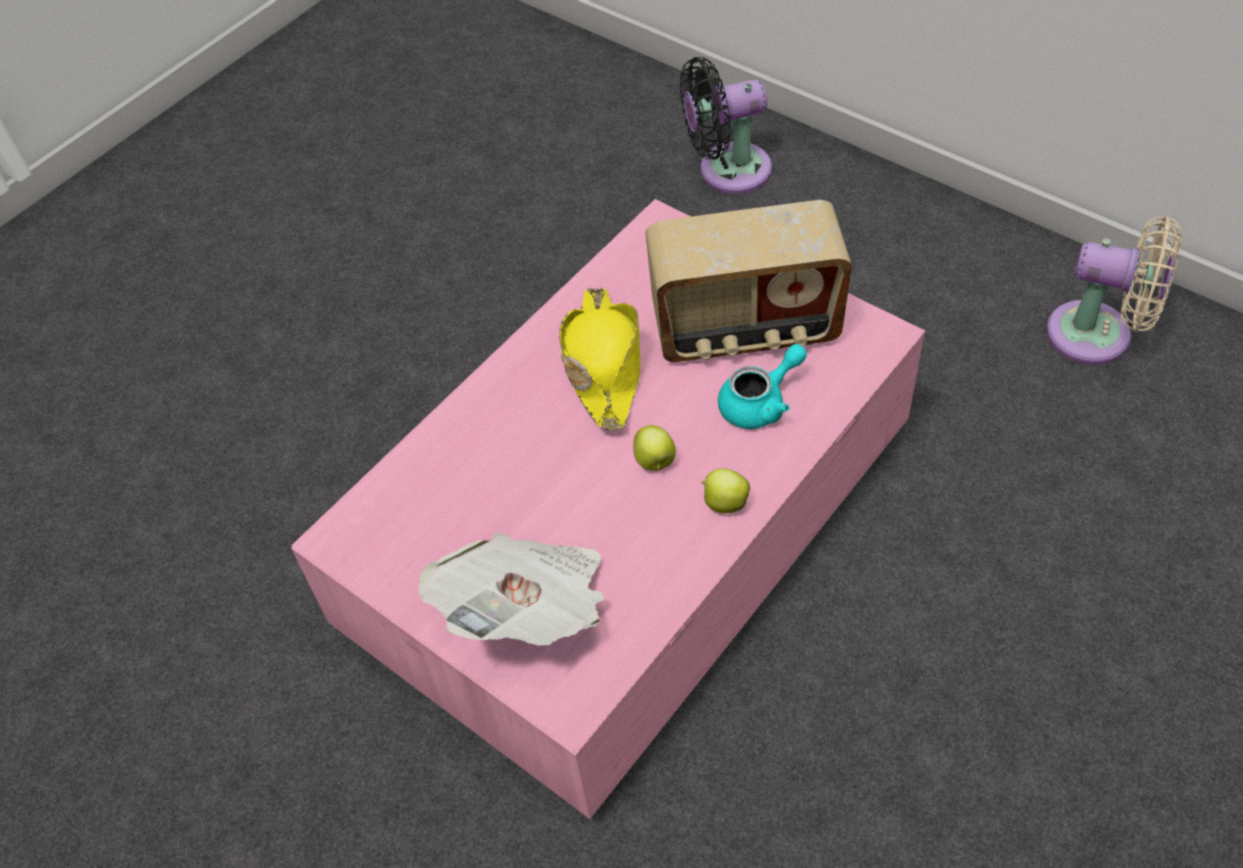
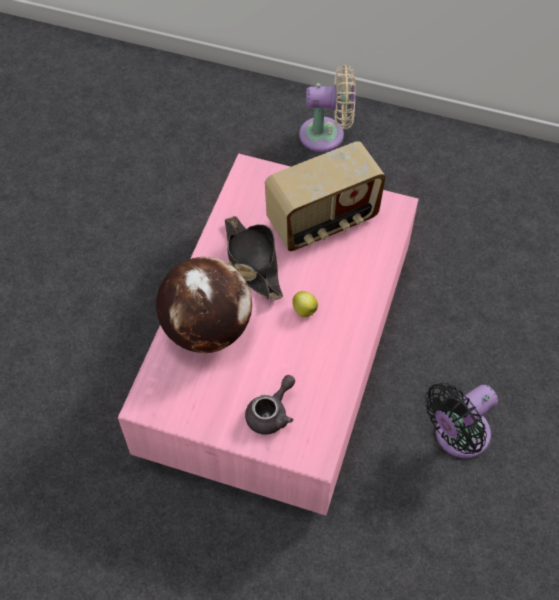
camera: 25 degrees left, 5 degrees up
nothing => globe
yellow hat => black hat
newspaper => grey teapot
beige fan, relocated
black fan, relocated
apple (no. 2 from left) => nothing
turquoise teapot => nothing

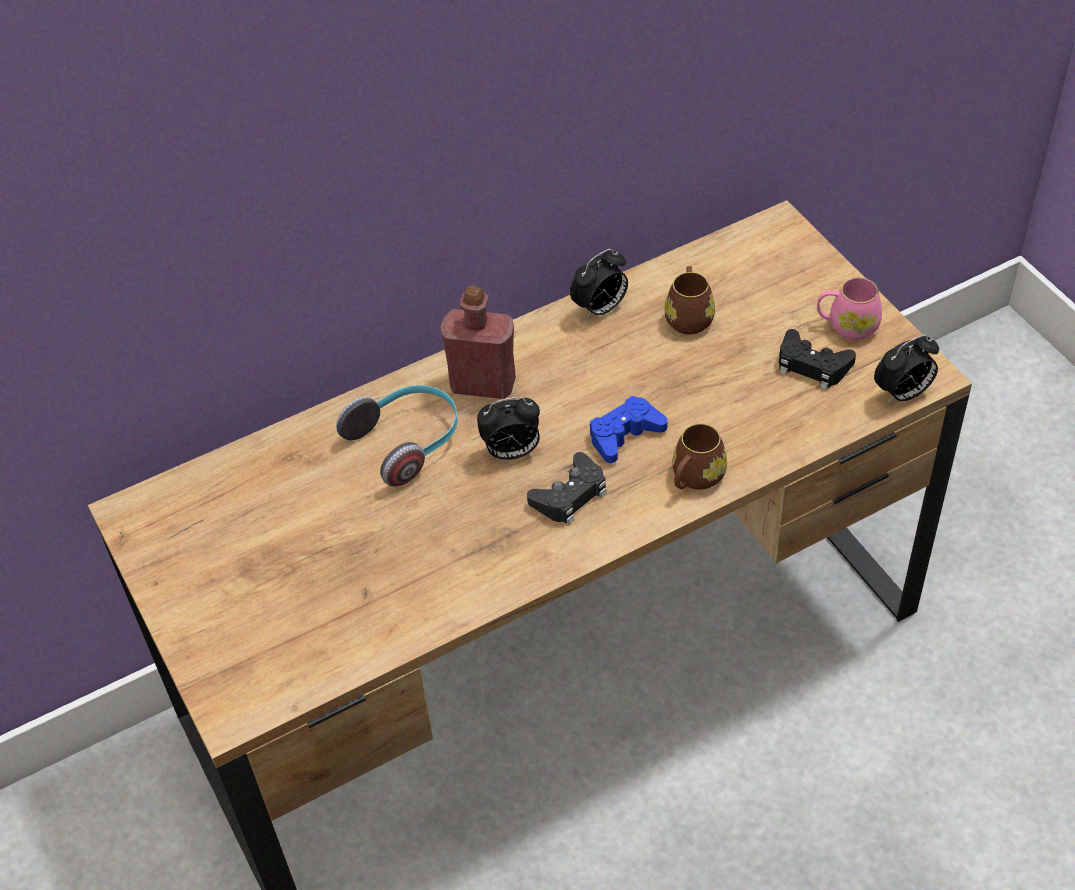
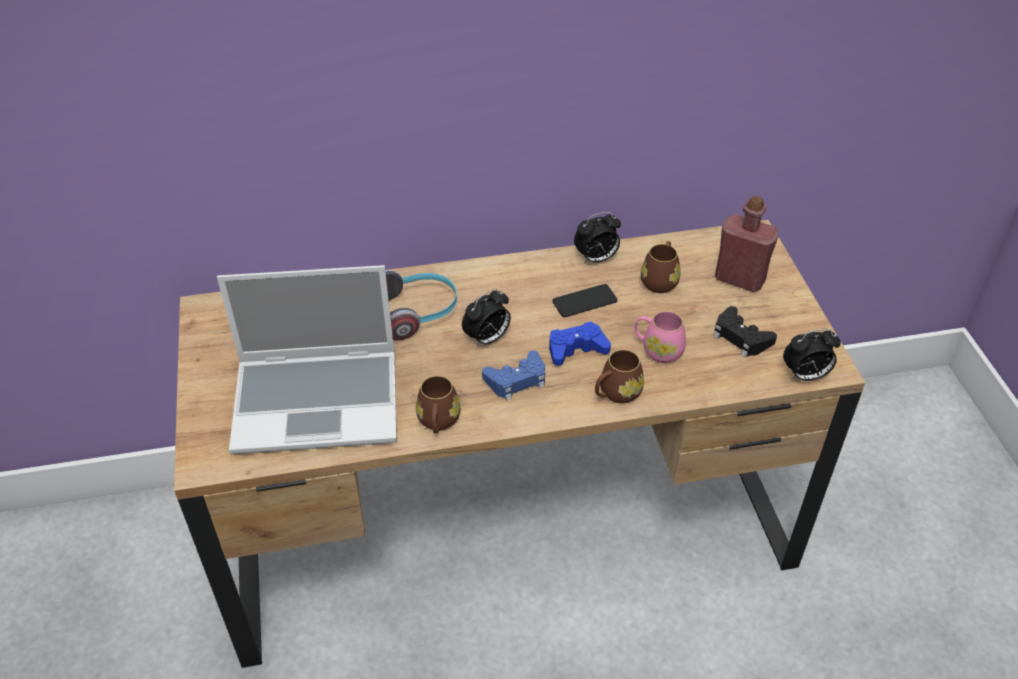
camera: 15 degrees right, 5 degrees down
nothing => laptop
nothing => brown mug (no. 1 from left)
alarm clock (no. 1 from left), 45 degrees counterclockwise
black game controller (no. 1 from left) => blue game controller (no. 1 from left)
nothing => phone
pink mug, relocated
red bottle, relocated

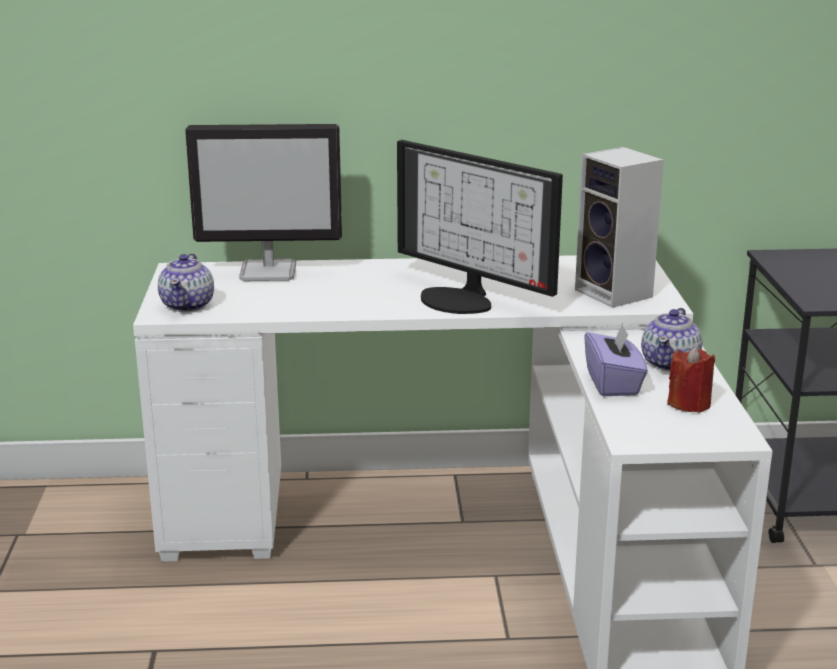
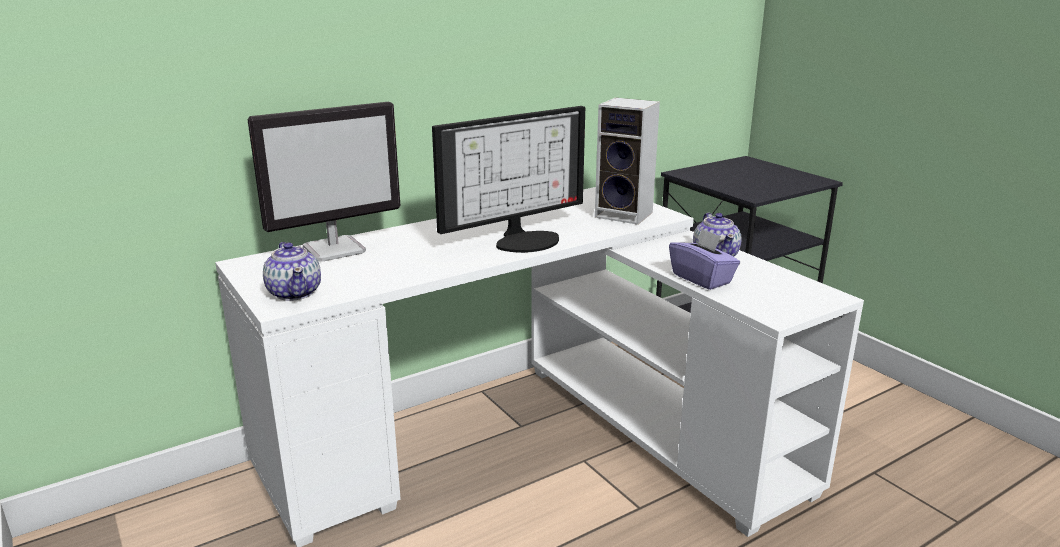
camera: 30 degrees left, 0 degrees up
monitor (no. 2 from left), 45 degrees counterclockwise
red candle => nothing

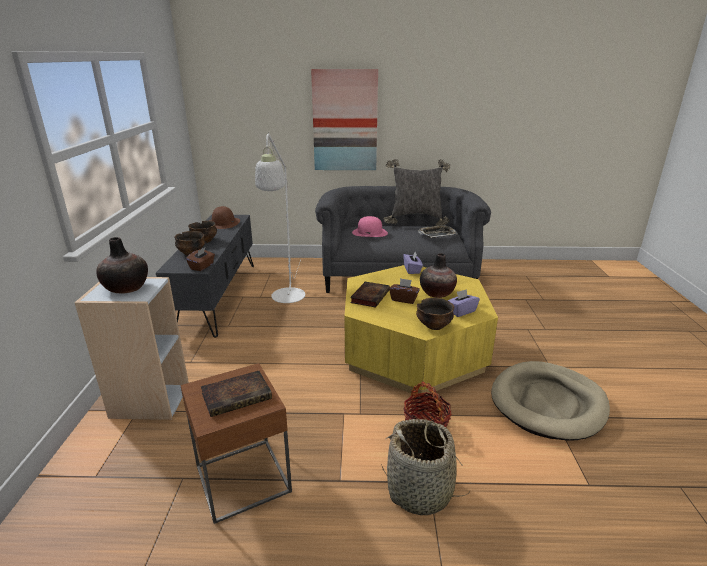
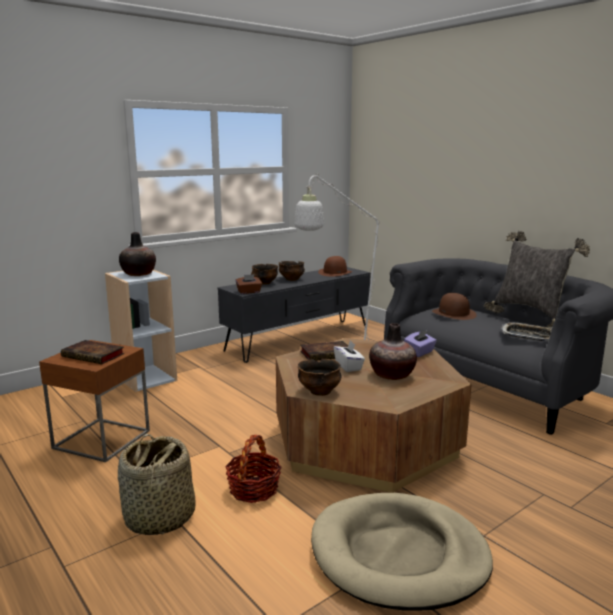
camera: 50 degrees right, 10 degrees down
yellow coffee table => brown coffee table
brown tissue box (no. 2 from left) => white tissue box
pink hat => brown hat (no. 2 from left)
picture => nothing
purple tissue box (no. 2 from left) => nothing

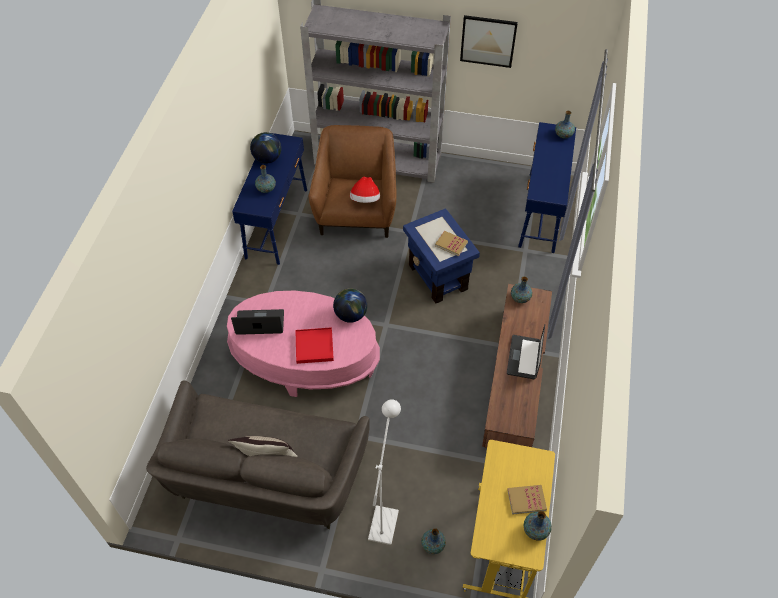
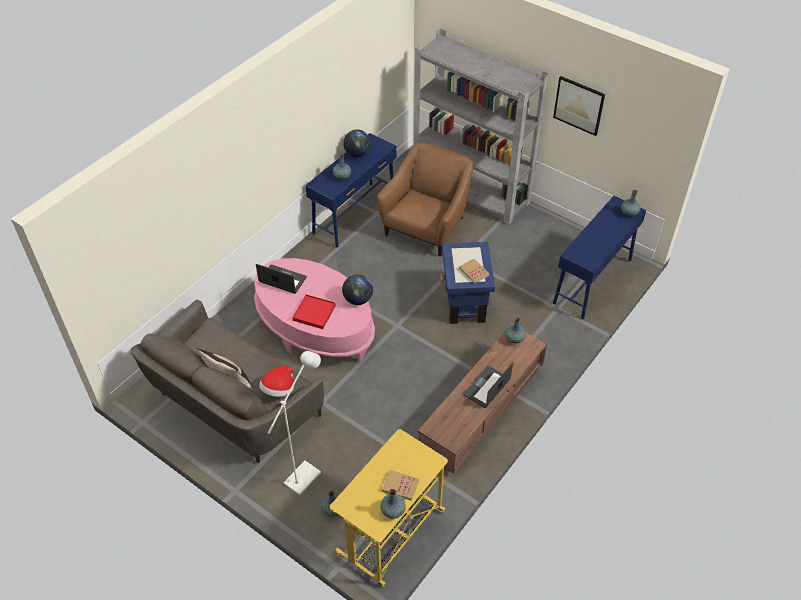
camera: 25 degrees right, 5 degrees down
hat, relocated

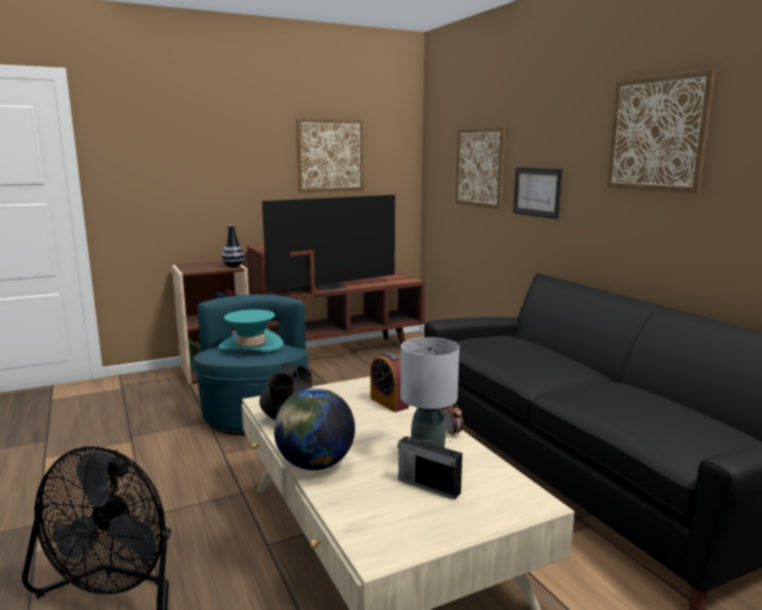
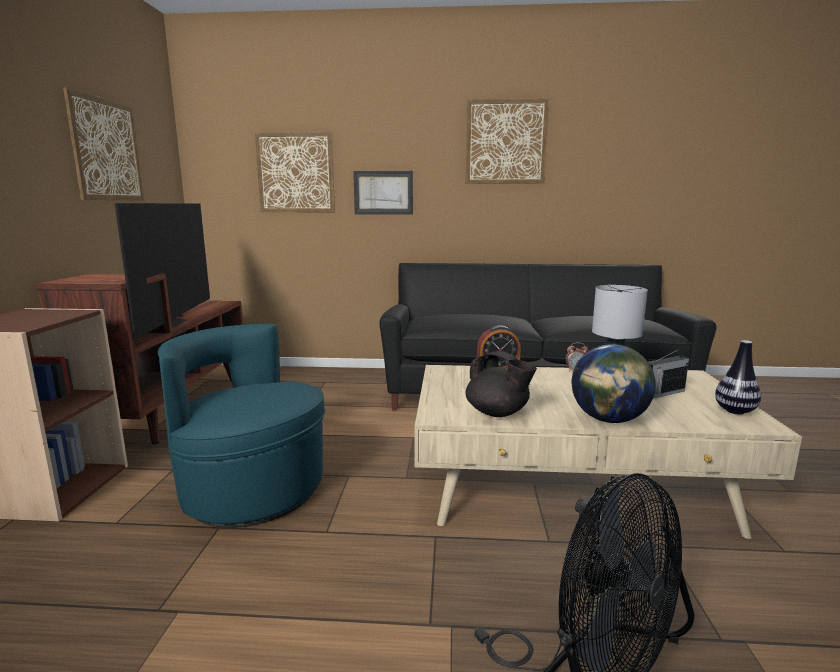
camera: 60 degrees left, 0 degrees up
vase, relocated
turquoise hat => nothing

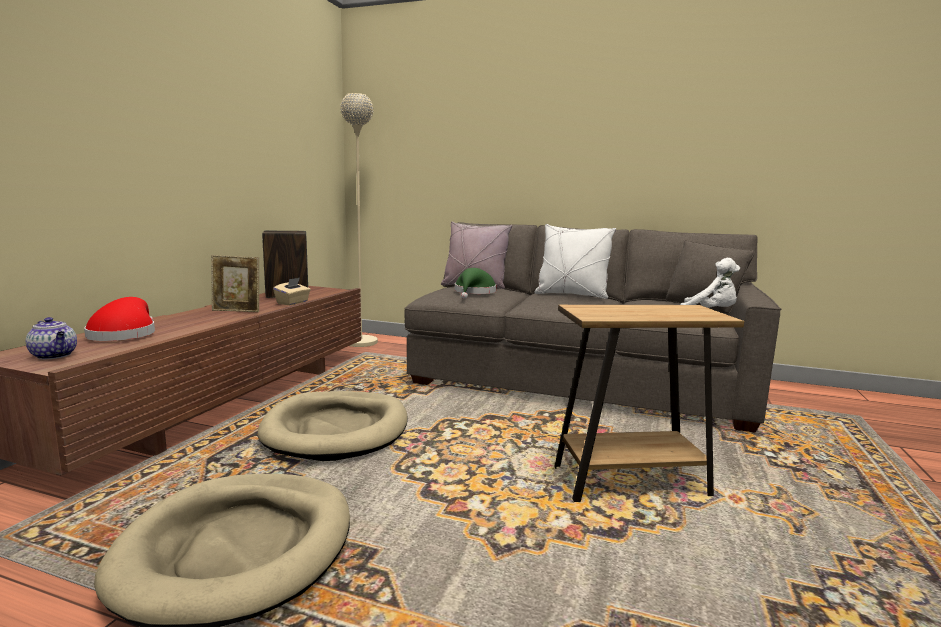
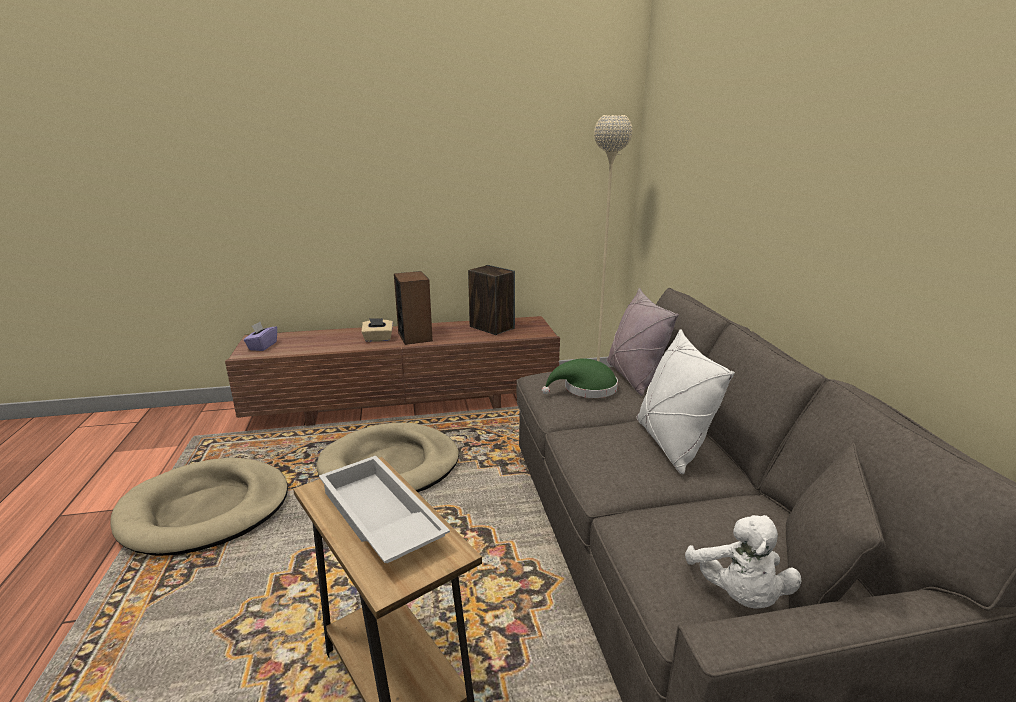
camera: 60 degrees right, 10 degrees up
teapot => purple tissue box
nothing => white tray
beige tissue box, relocated
picture frame => speaker (no. 1 from left)
red hat => nothing

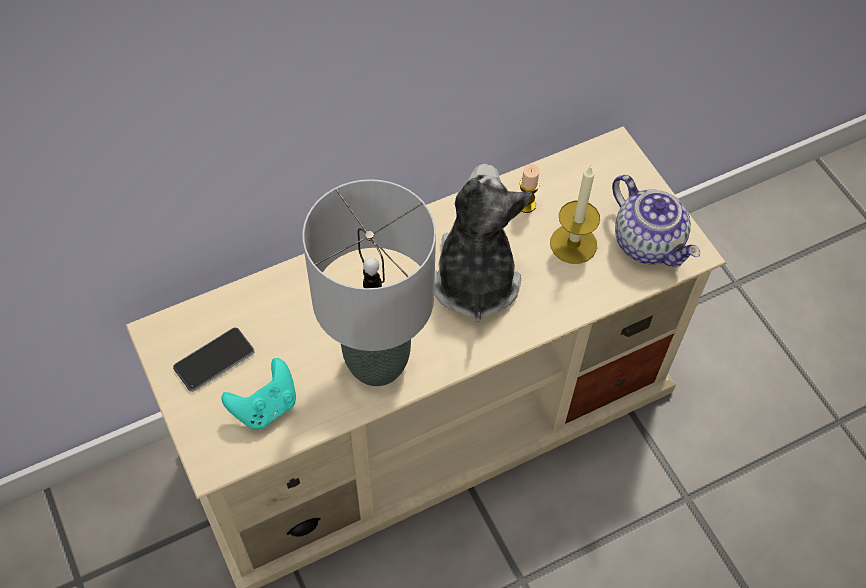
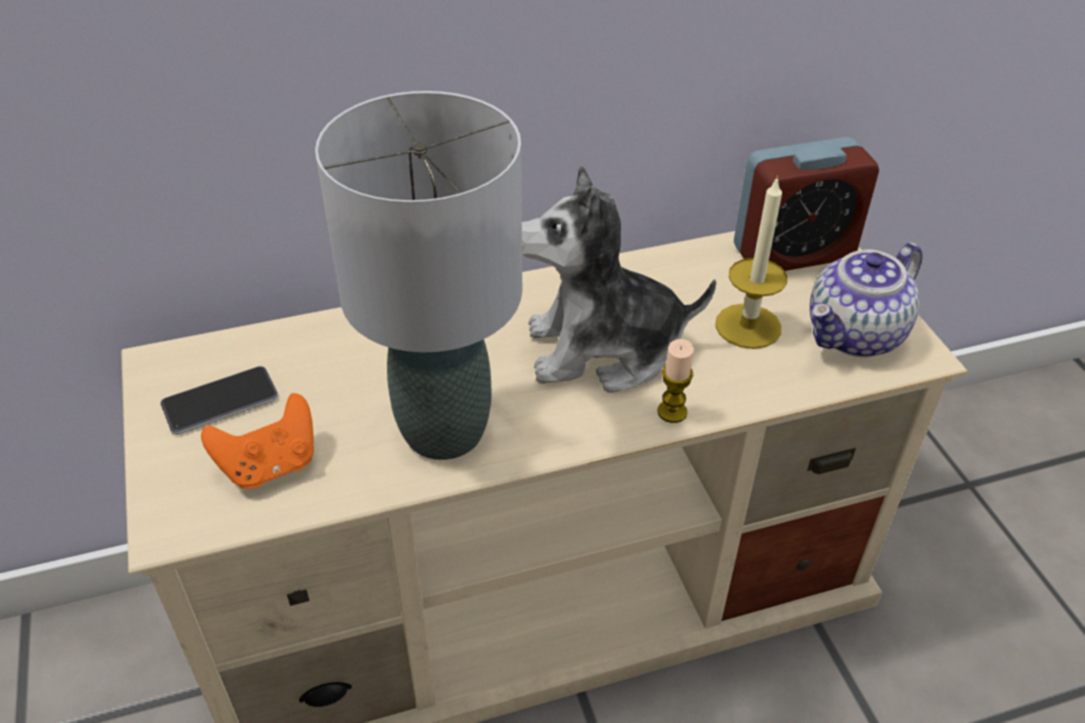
camera: 10 degrees right, 15 degrees down
turquoise game controller => orange game controller
plush toy, 105 degrees counterclockwise
candle (no. 1 from left), relocated
nothing => alarm clock
teapot, 75 degrees clockwise

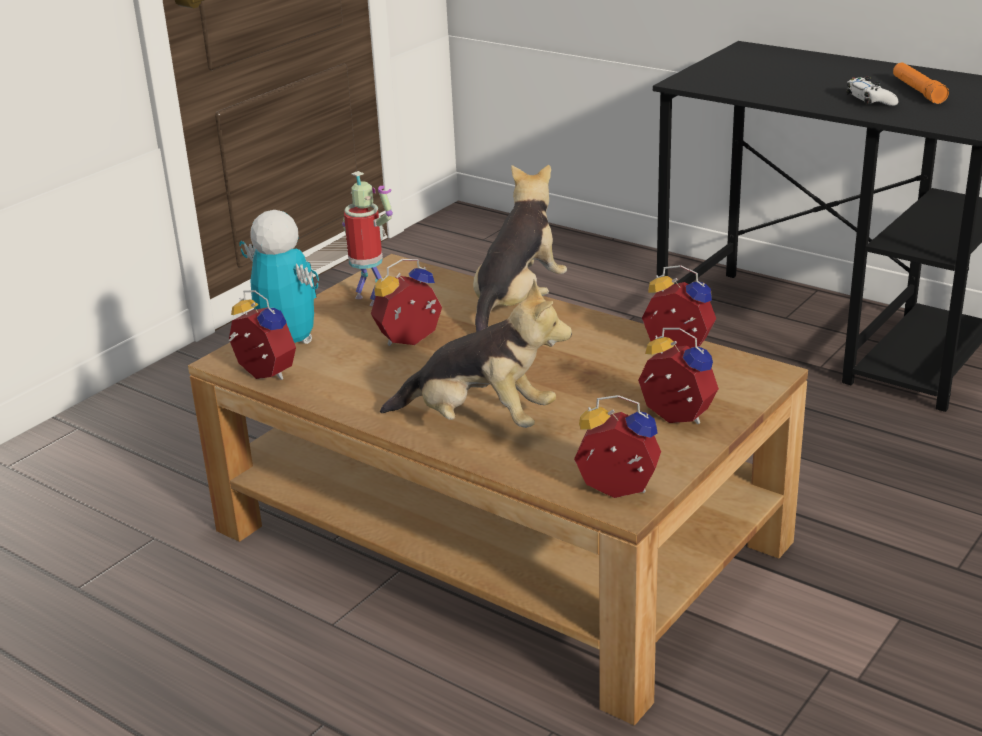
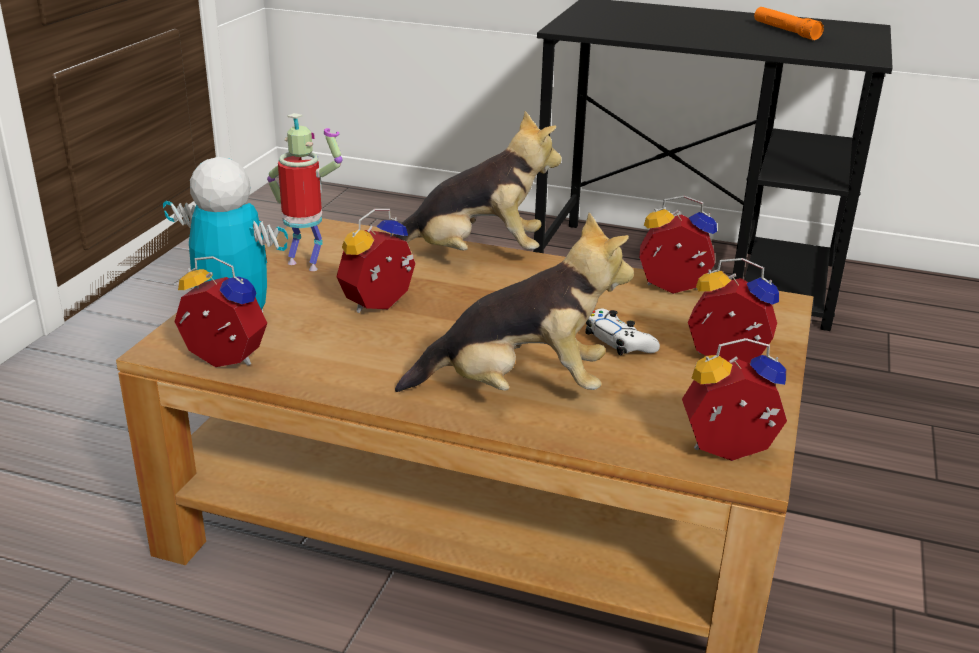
camera: 20 degrees left, 0 degrees up
plush toy (no. 2 from left in the first image) => plush toy (no. 1 from left), 75 degrees clockwise
white game controller, relocated

